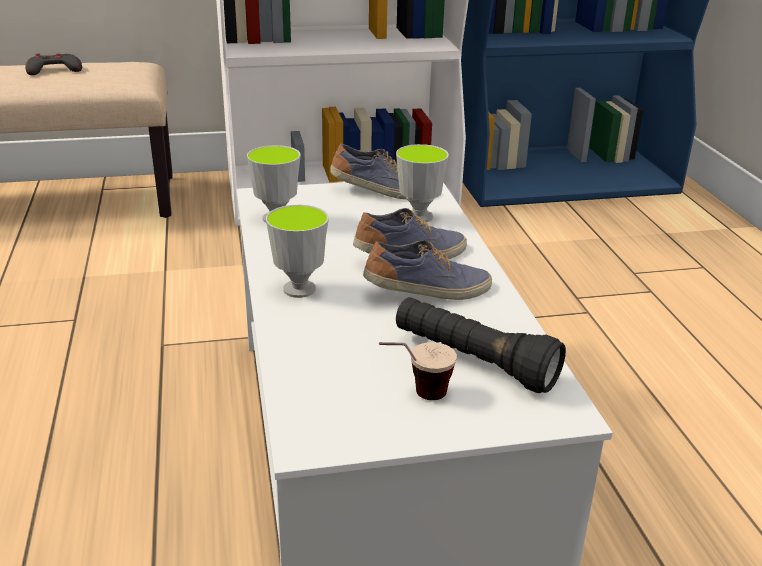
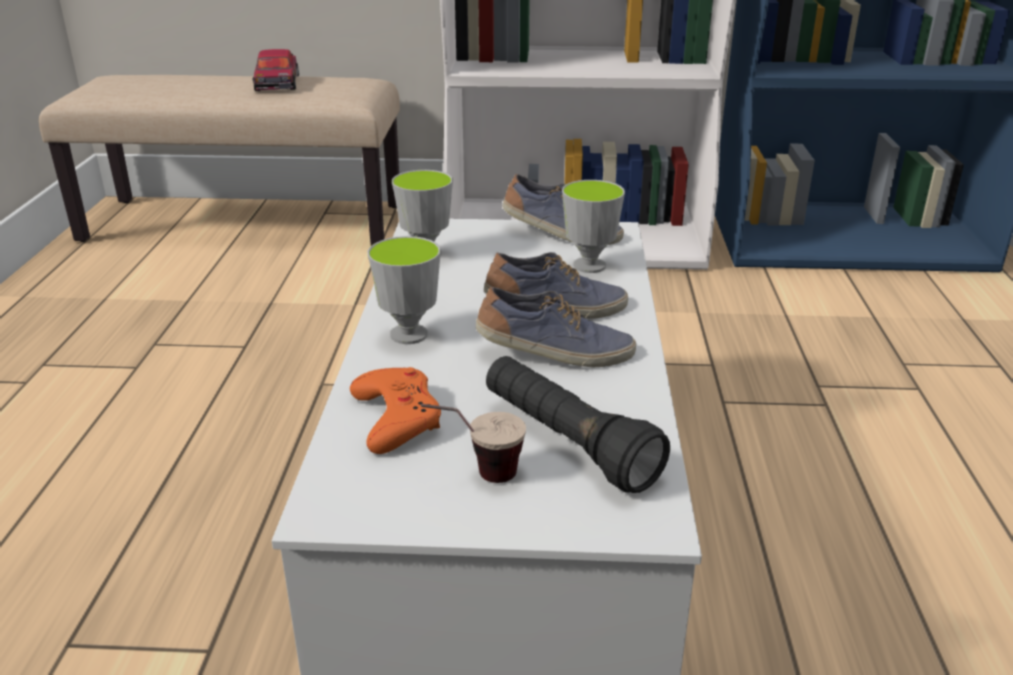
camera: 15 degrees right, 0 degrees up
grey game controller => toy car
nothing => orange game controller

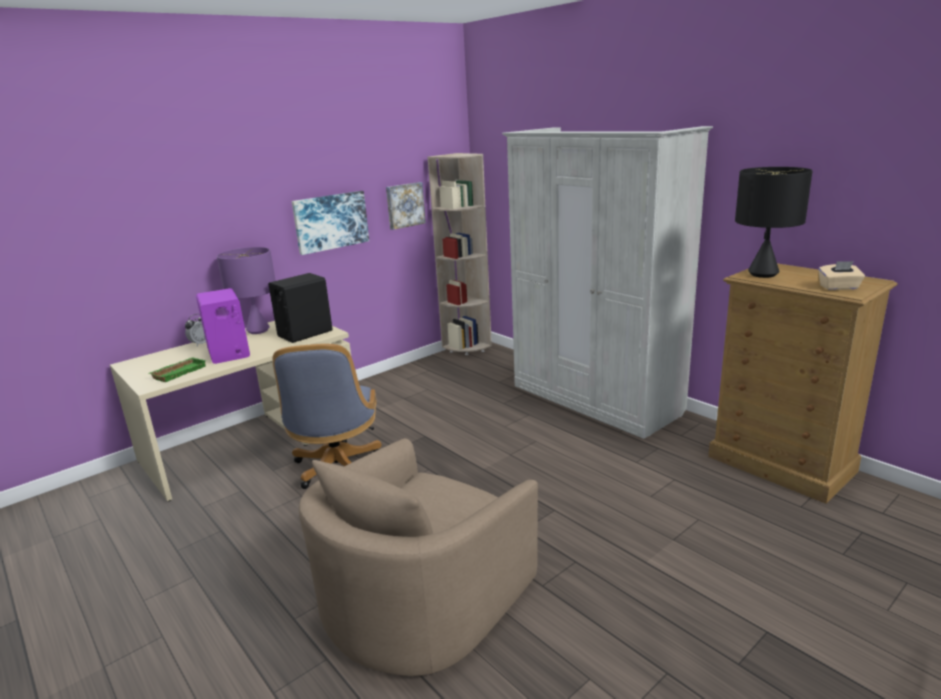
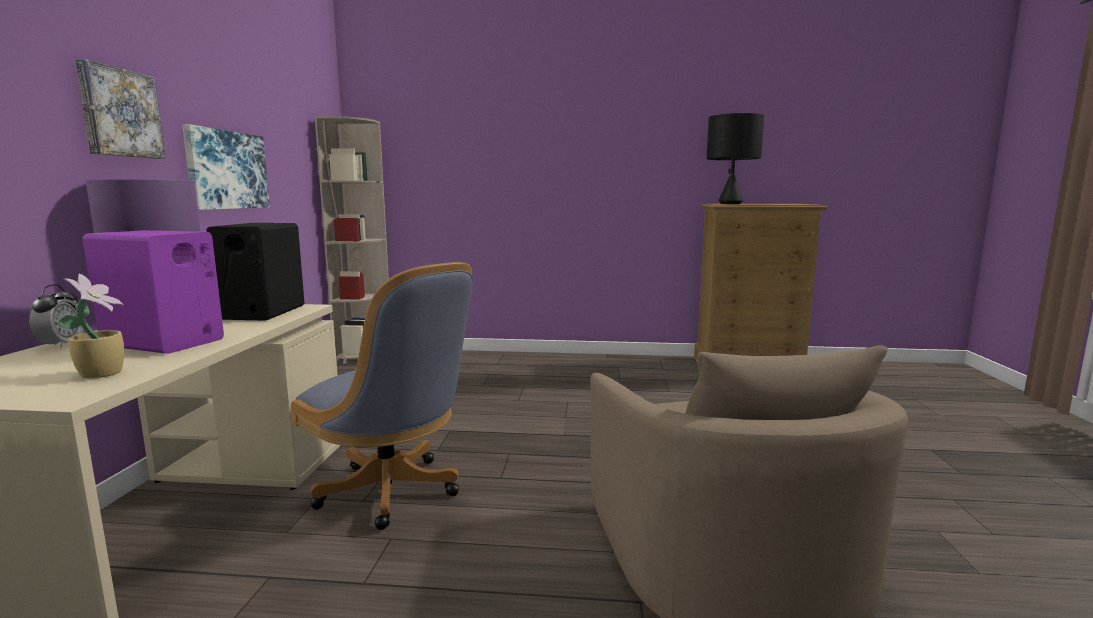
camera: 45 degrees left, 10 degrees down
green tray => potted plant
picture (no. 2 from left in the first image) => picture (no. 1 from left), relocated
white wardrobe => nothing
beige tissue box => nothing

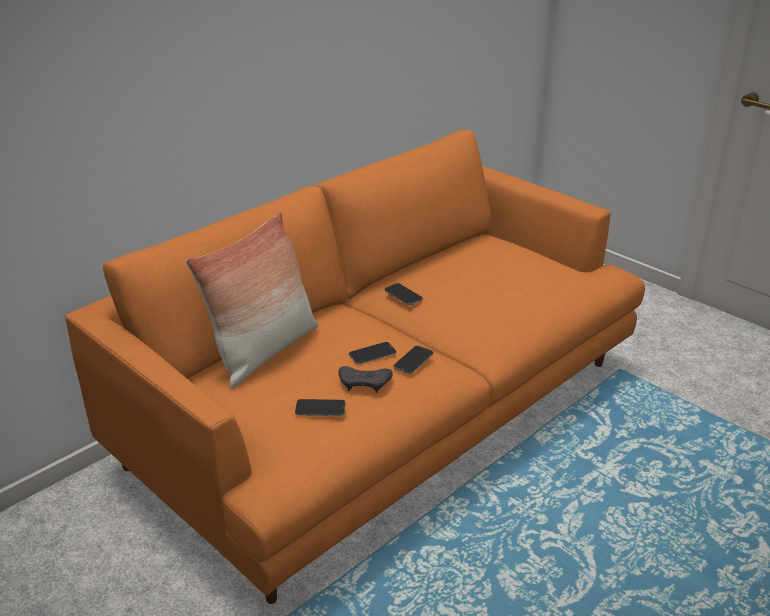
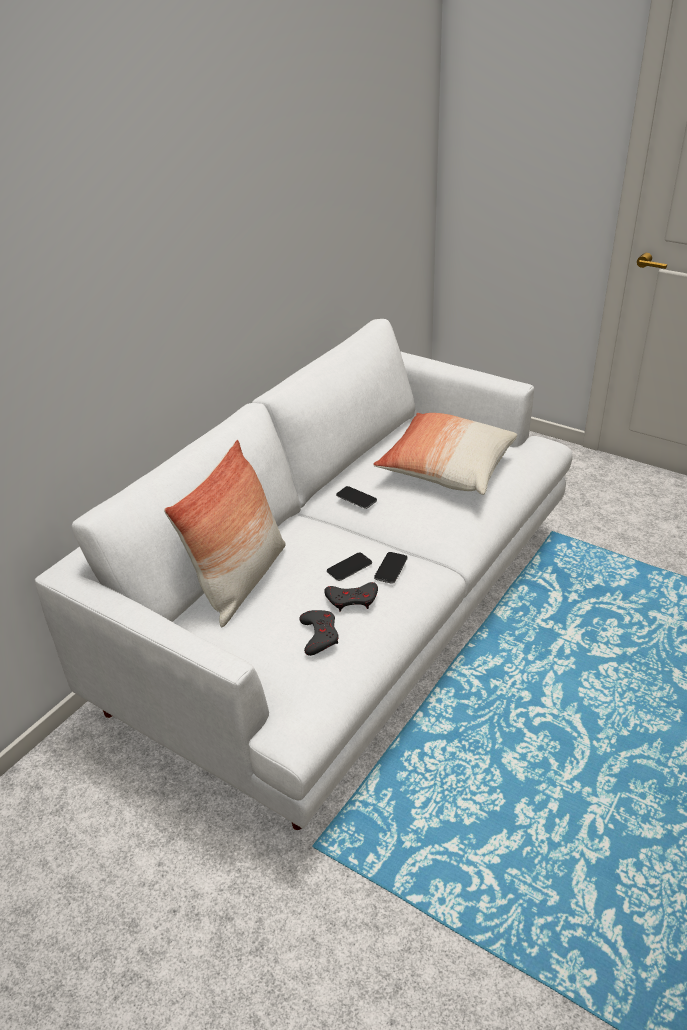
camera: 10 degrees left, 5 degrees up
orange sofa => white sofa
phone (no. 1 from left) => grey game controller (no. 1 from left)
nothing => pillow (no. 2 from left)

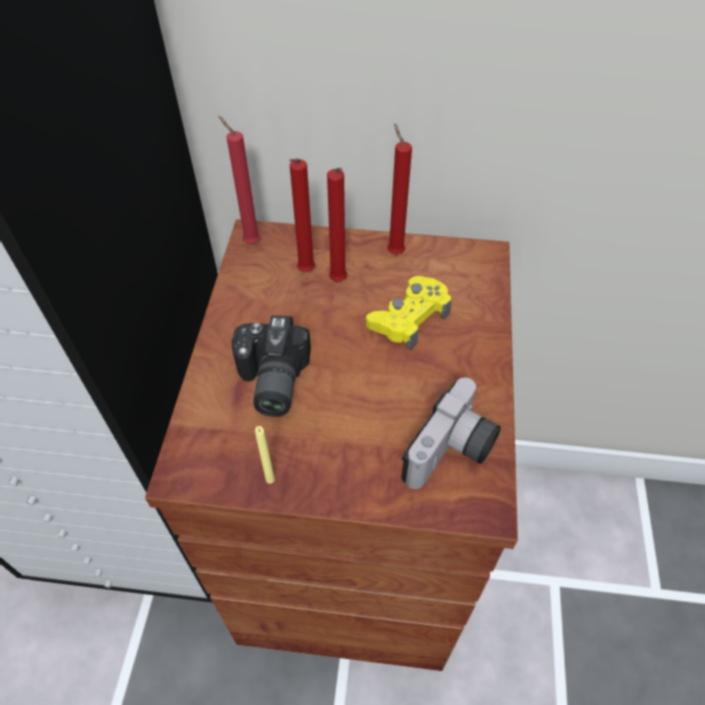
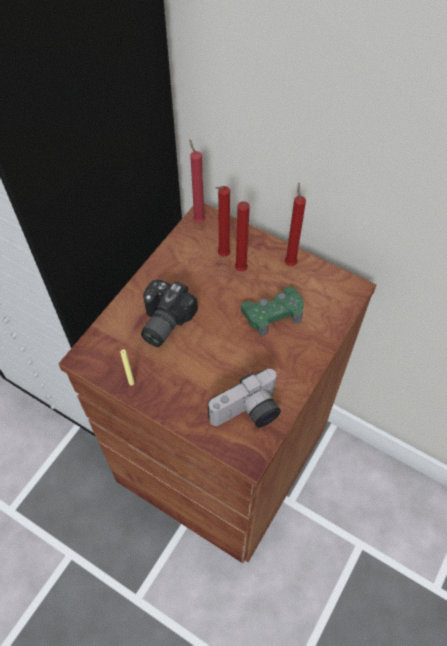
camera: 25 degrees right, 5 degrees up
yellow game controller => green game controller

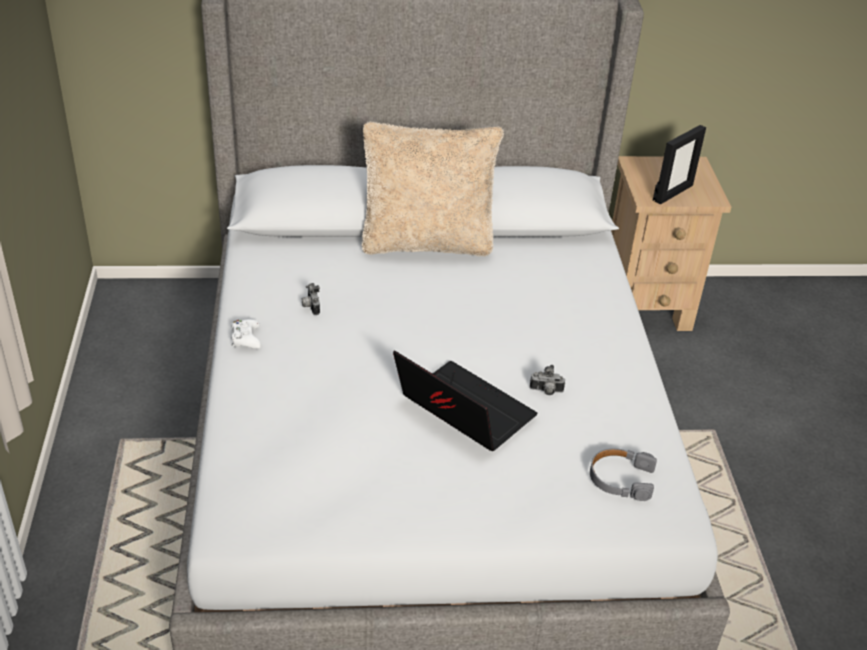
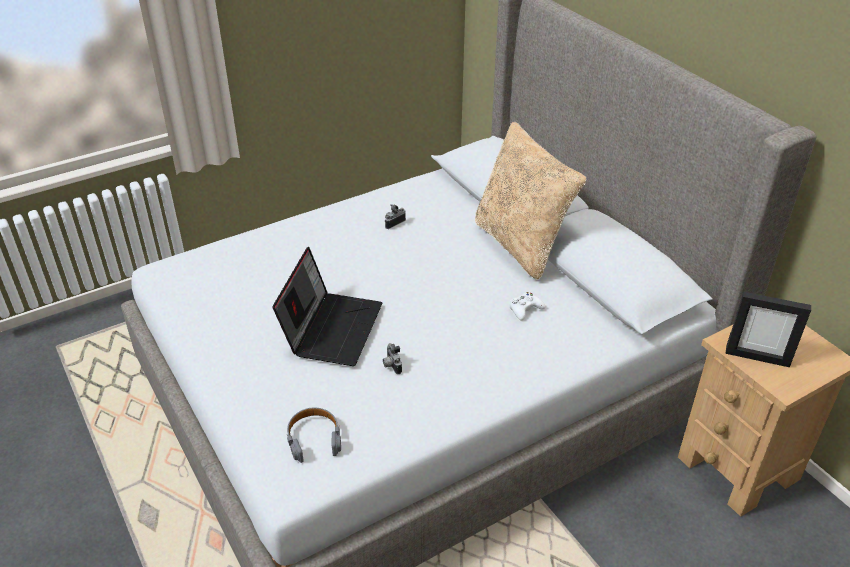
camera: 65 degrees right, 0 degrees up
white game controller, relocated

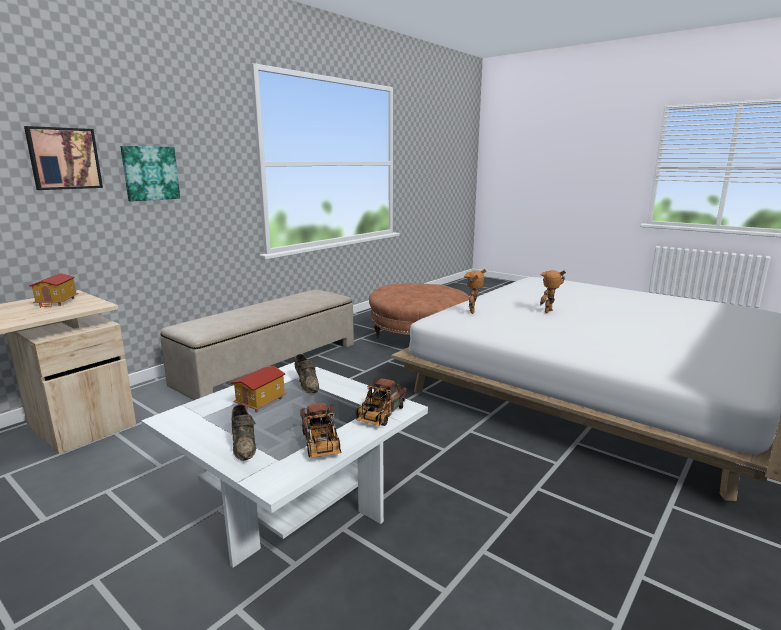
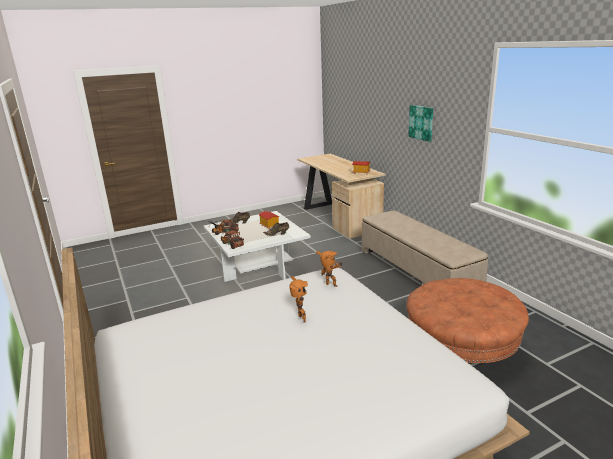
camera: 115 degrees right, 5 degrees up
picture (no. 1 from left) => nothing

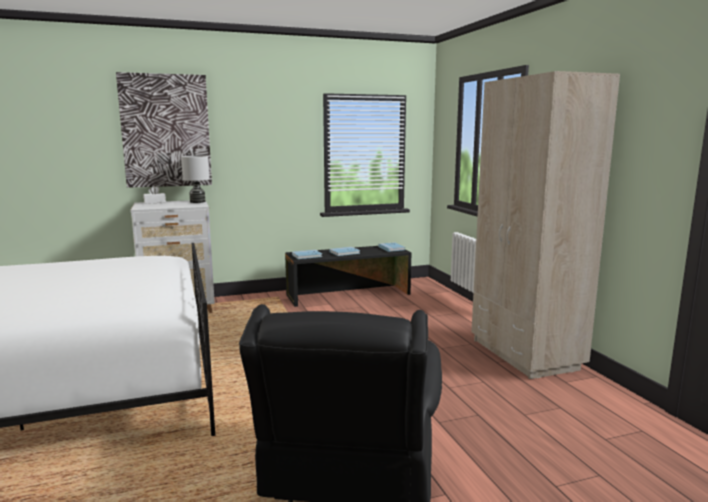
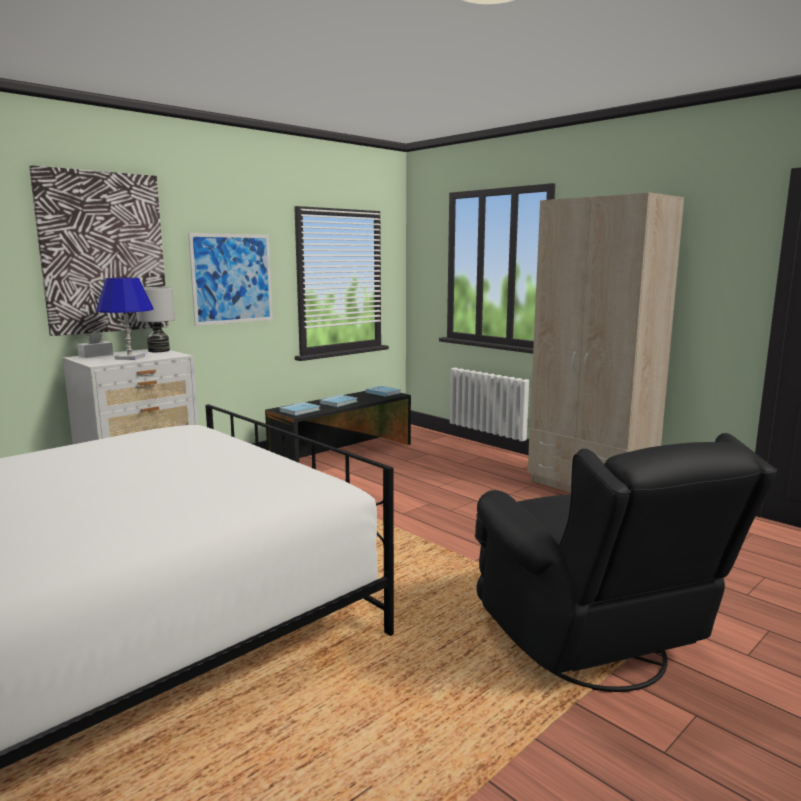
camera: 25 degrees left, 0 degrees up
nothing => blue table lamp
nothing => picture (no. 2 from left)

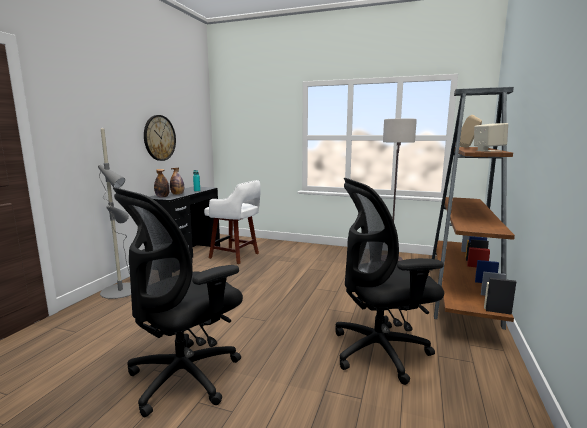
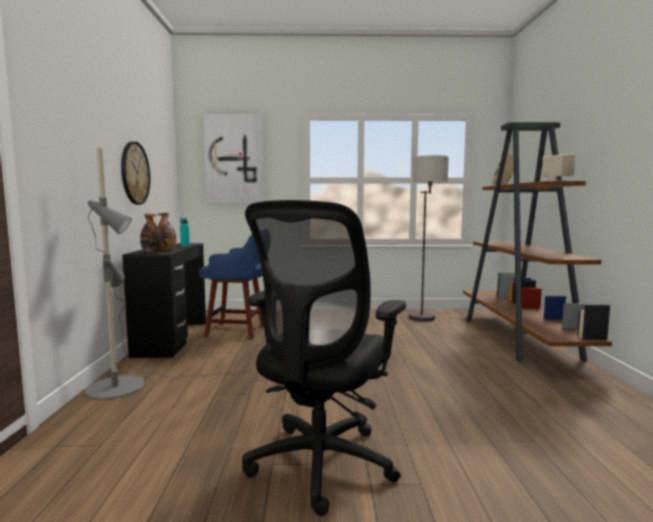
camera: 20 degrees left, 5 degrees down
white stool => blue stool
nothing => picture
black office chair (no. 2 from left) => nothing

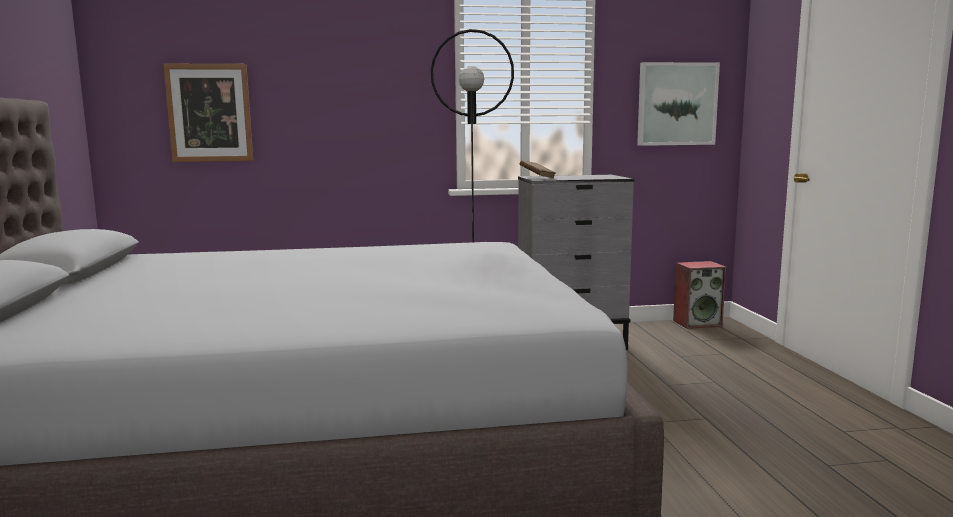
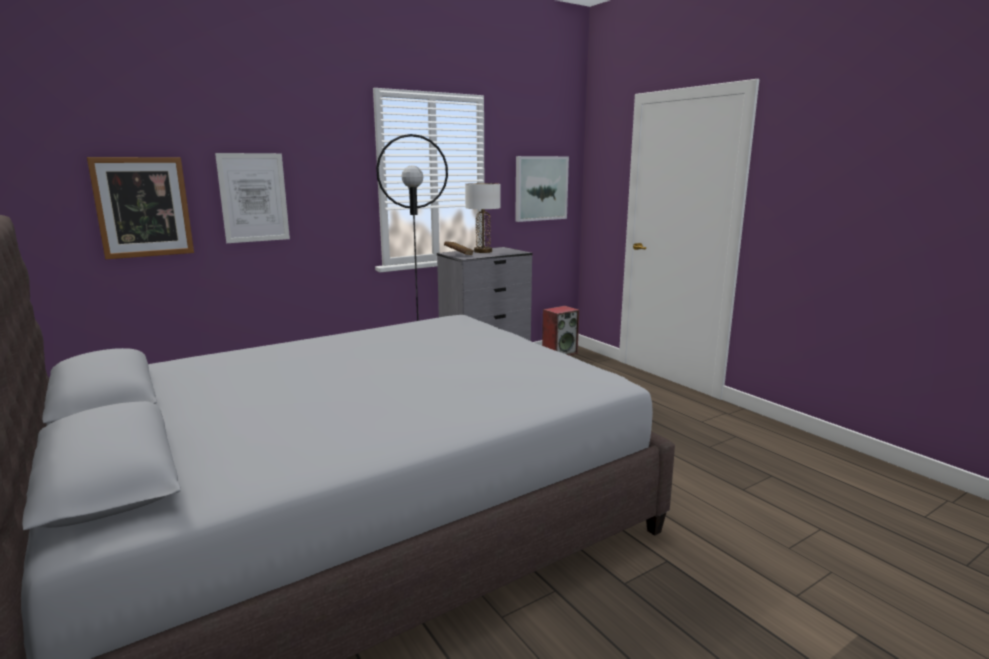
camera: 25 degrees left, 5 degrees up
nothing => picture (no. 2 from left)
nothing => table lamp

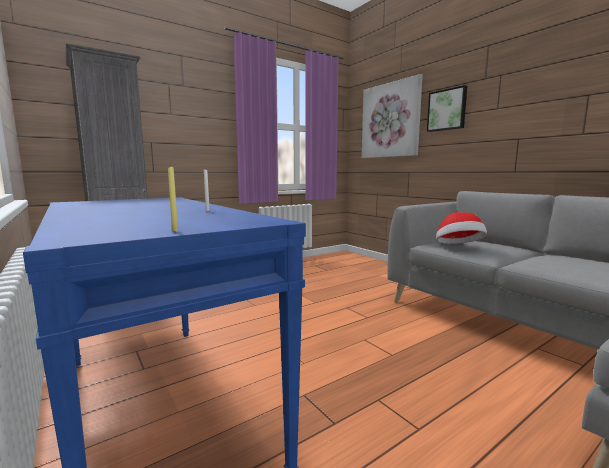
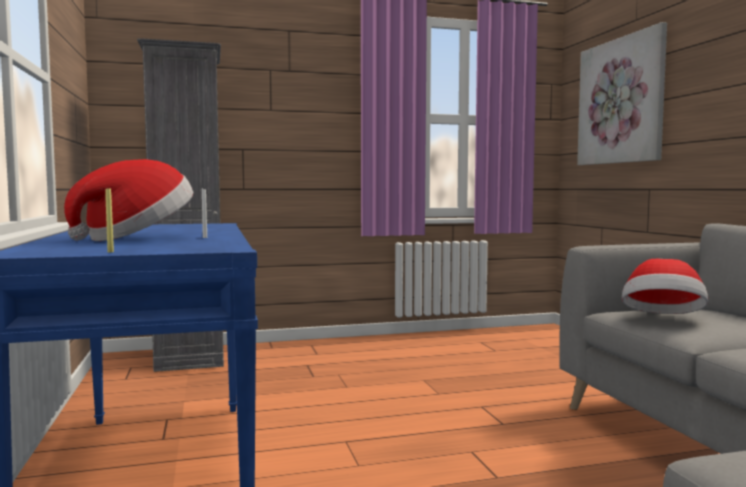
camera: 20 degrees right, 5 degrees down
nothing => hat (no. 1 from left)
picture (no. 2 from left) => nothing

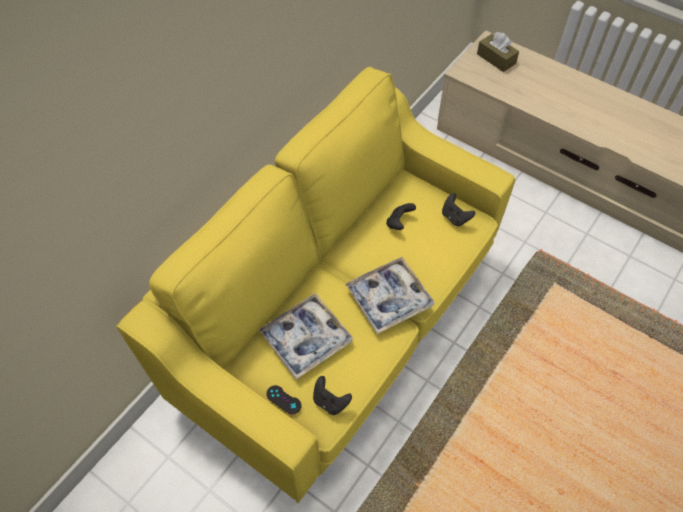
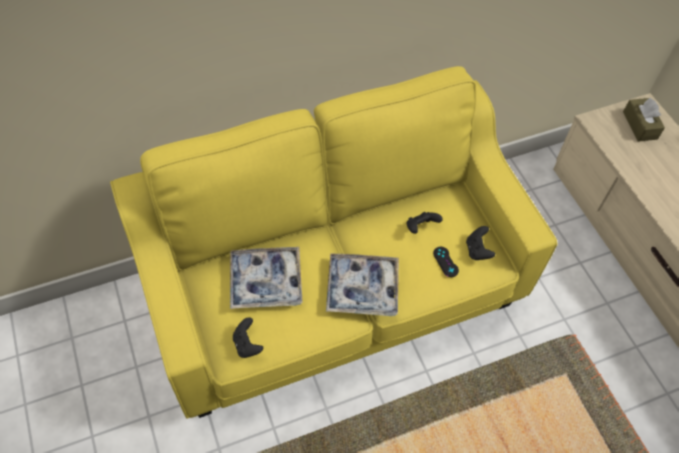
camera: 30 degrees right, 0 degrees up
black game controller (no. 1 from left in the first image) => black game controller (no. 3 from left), relocated

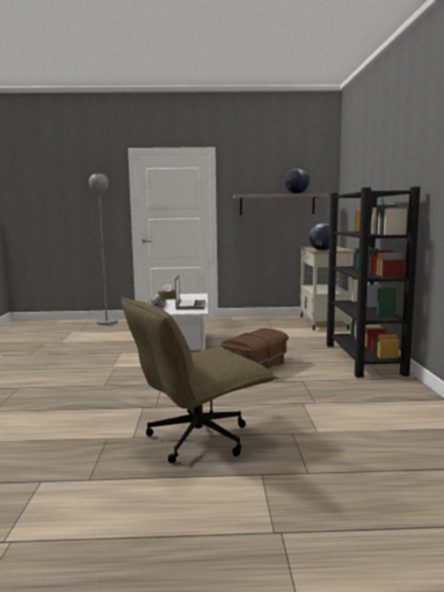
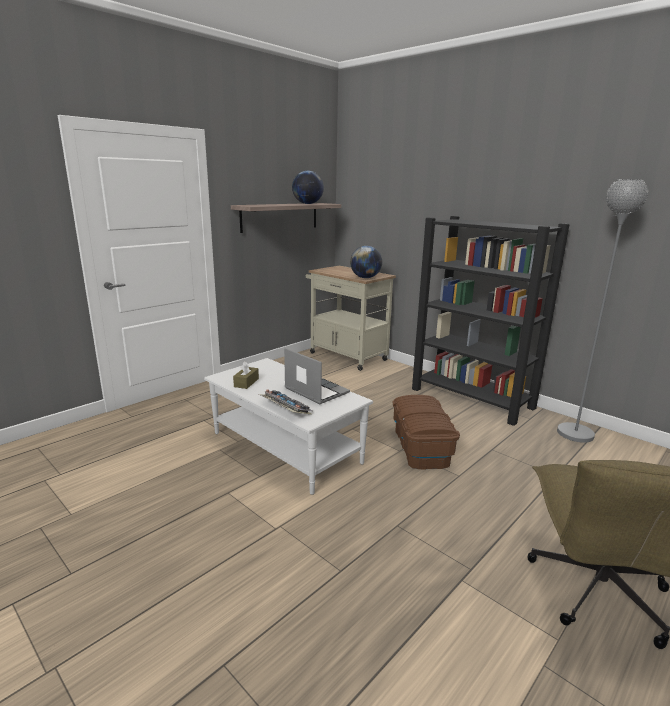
camera: 45 degrees left, 10 degrees up
grey floor lamp, relocated

